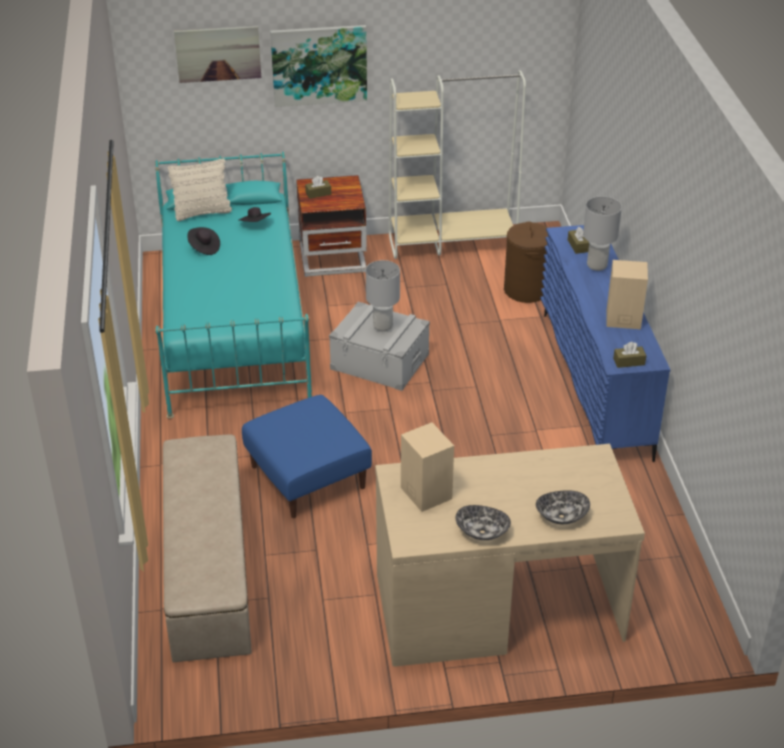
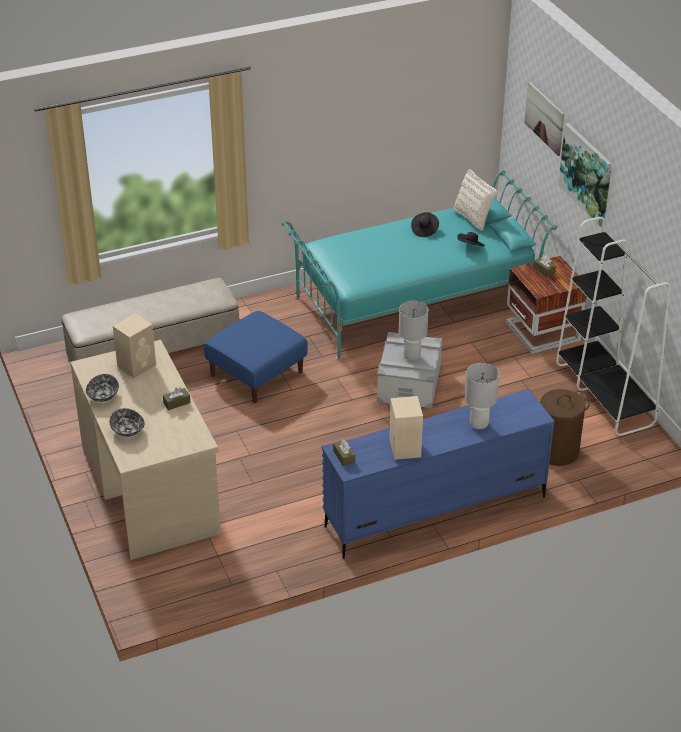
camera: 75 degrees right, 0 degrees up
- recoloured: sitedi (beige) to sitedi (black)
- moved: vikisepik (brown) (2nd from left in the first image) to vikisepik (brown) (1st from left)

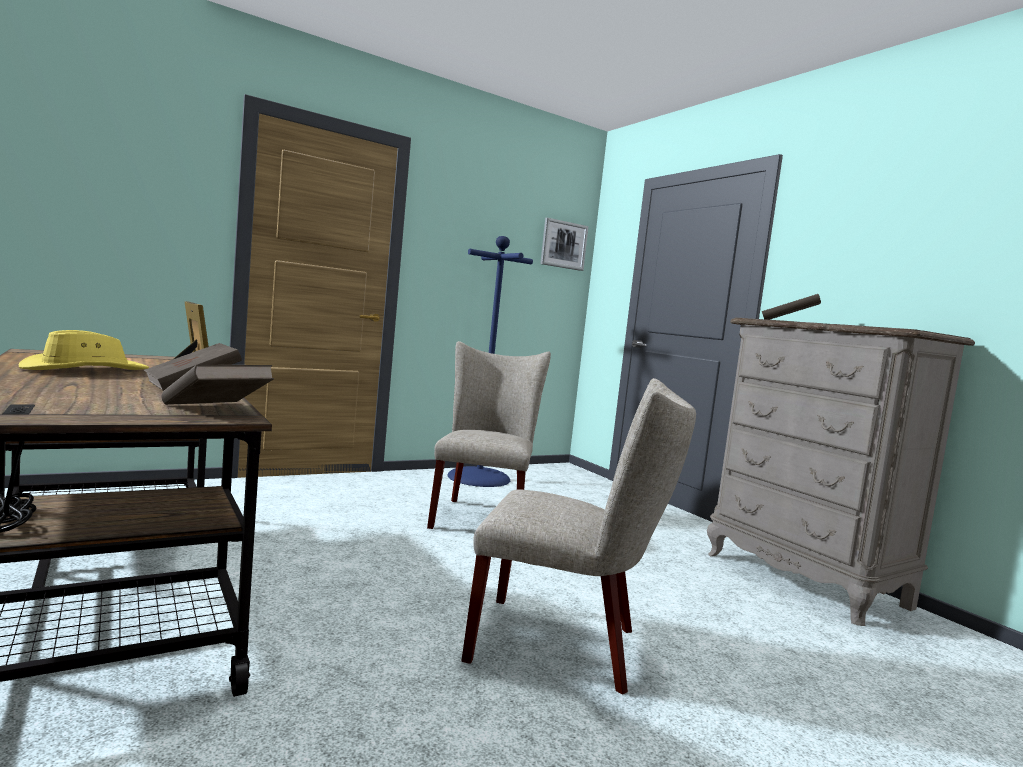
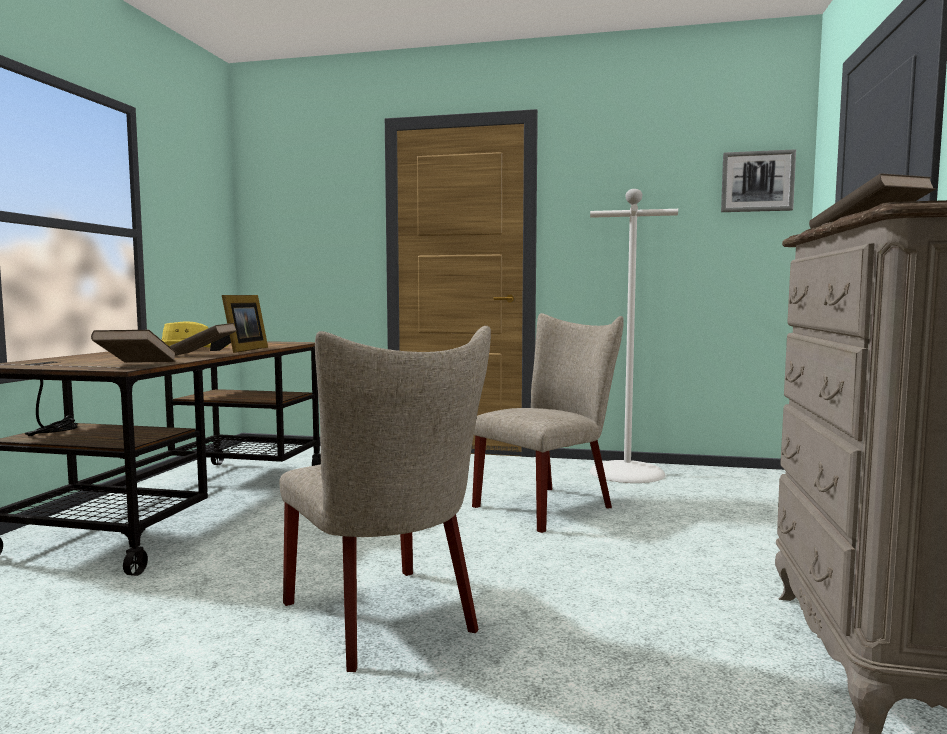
camera: 45 degrees right, 0 degrees up
- recoloured: sitedi (blue) to sitedi (white)

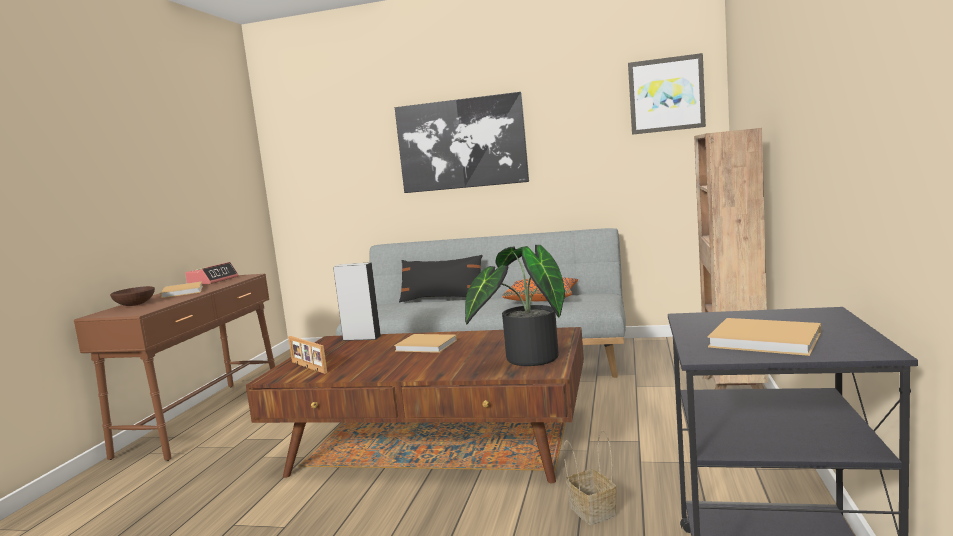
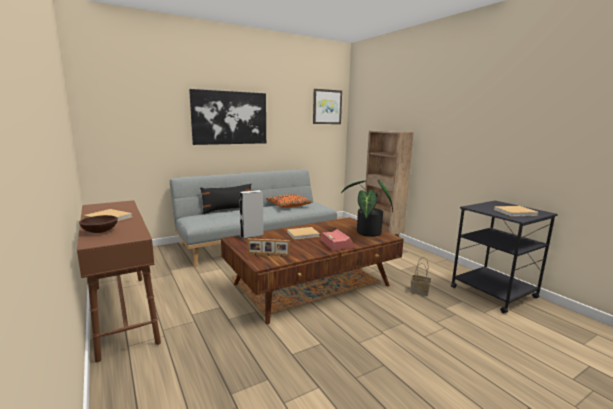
camera: 45 degrees left, 5 degrees up
- moved: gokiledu

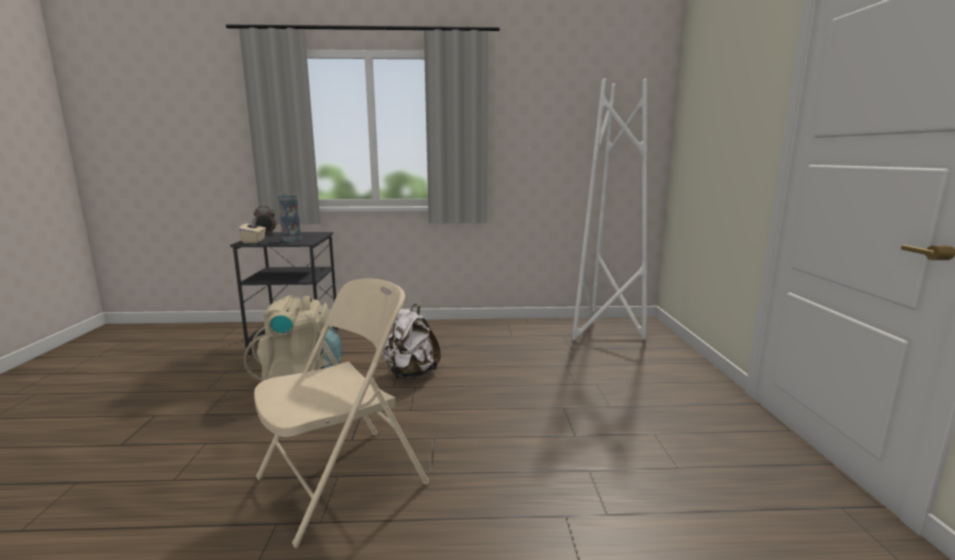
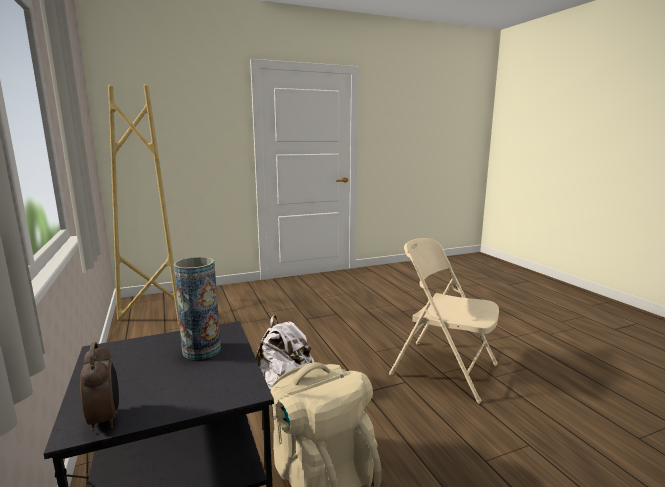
camera: 110 degrees left, 0 degrees up
- recoloured: sitedi (white) to sitedi (yellow)
- removed: vikisepik (beige)

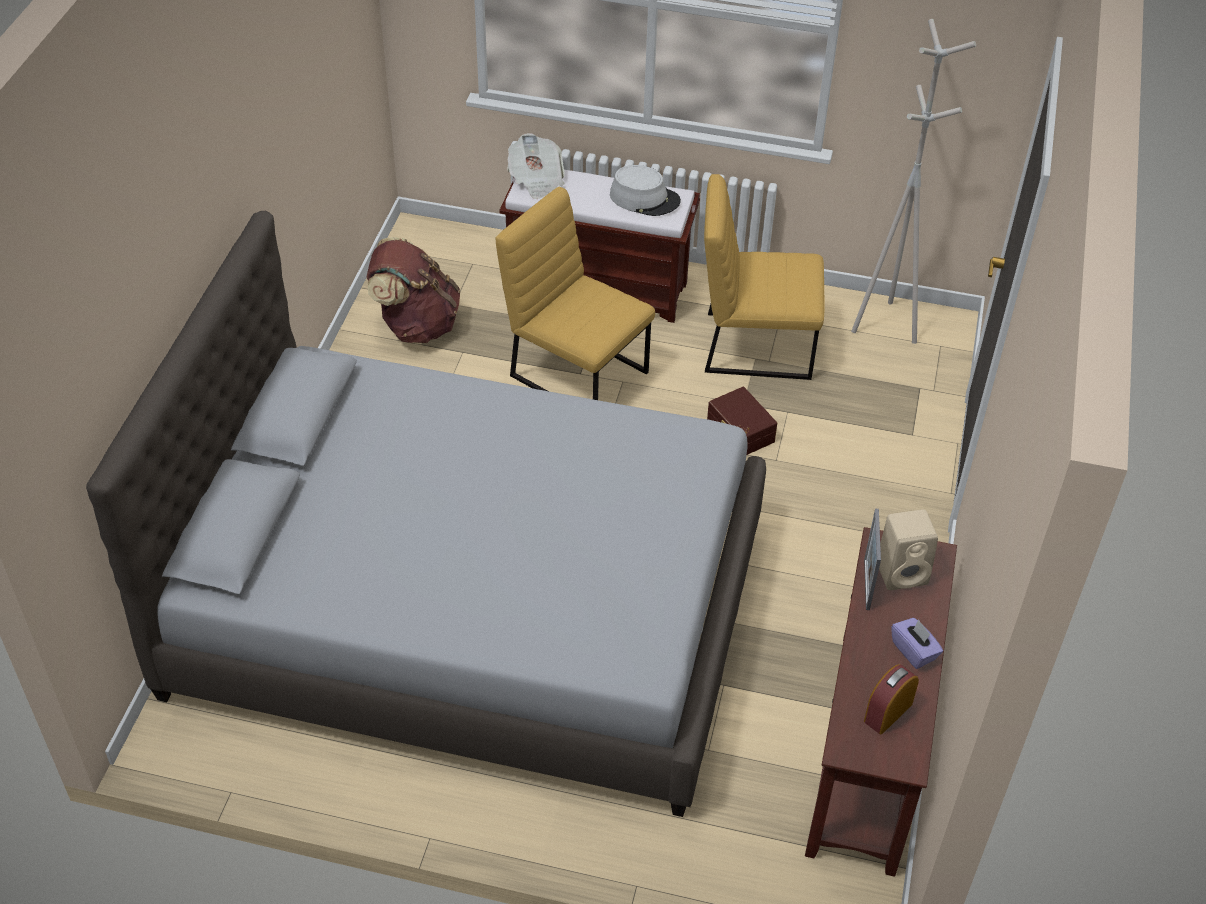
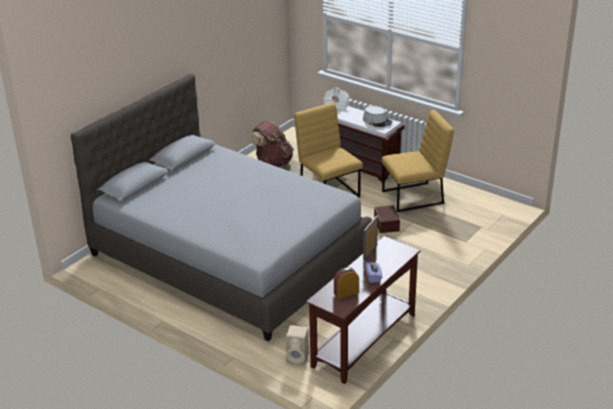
camera: 25 degrees right, 15 degrees down
- removed: sitedi (grey)
- turned: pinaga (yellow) (2nd from left) 135 degrees clockwise
- moved: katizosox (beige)

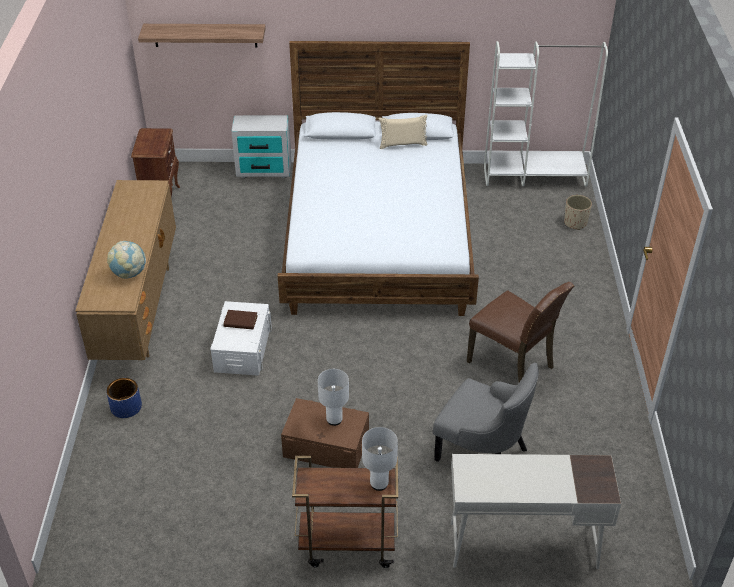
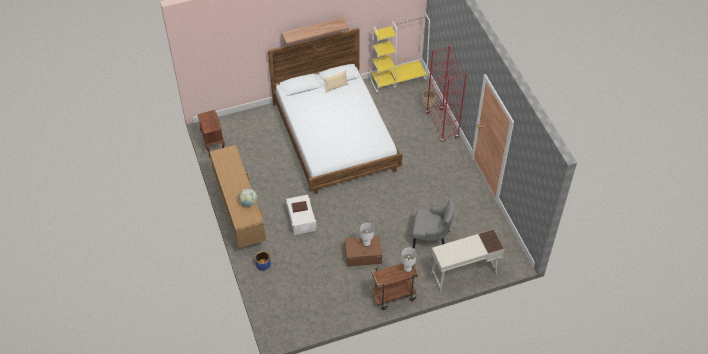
camera: 20 degrees left, 10 degrees up
- moved: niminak
- recoloured: sitedi (white) to sitedi (yellow)
- removed: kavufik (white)
- removed: pinaga (brown)
- added: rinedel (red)

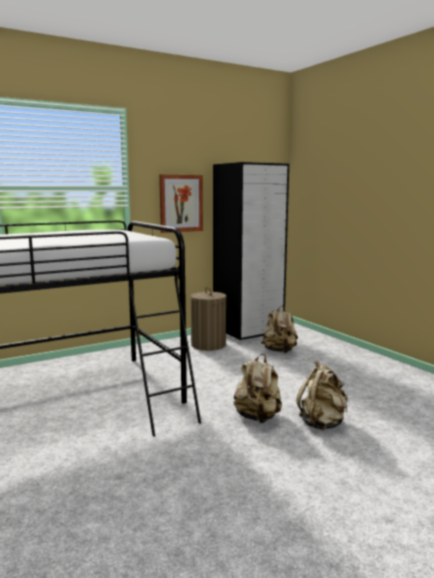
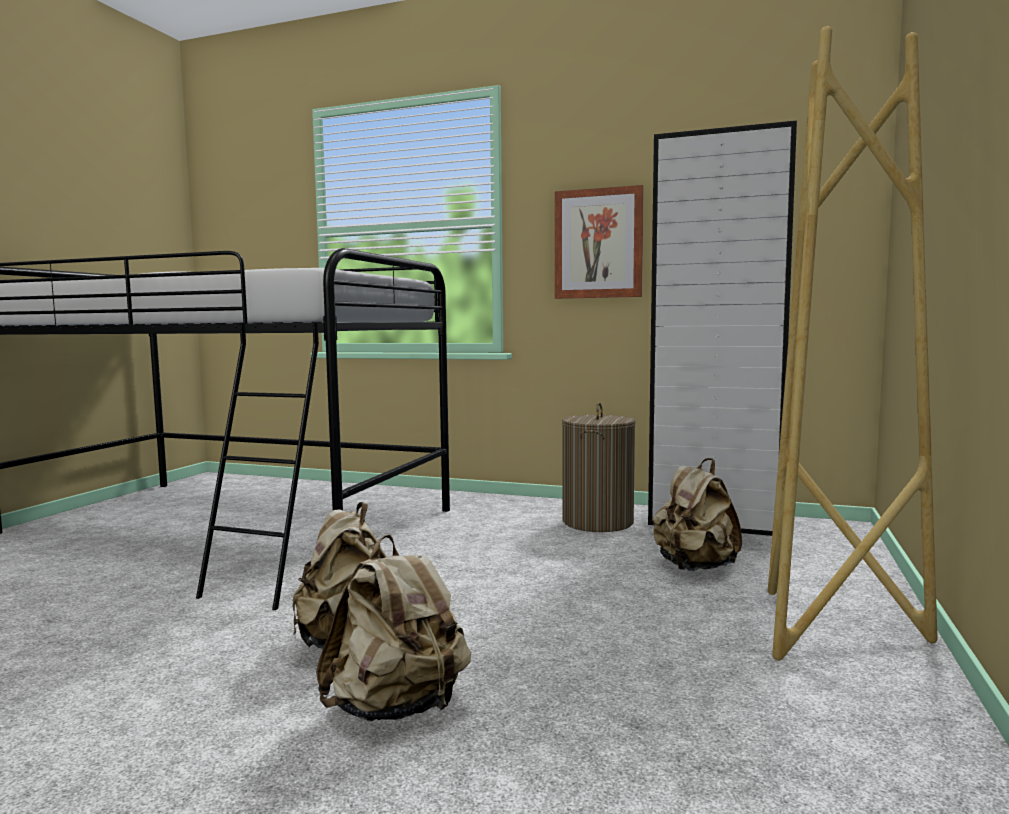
camera: 50 degrees right, 5 degrees down
- added: sitedi (yellow)

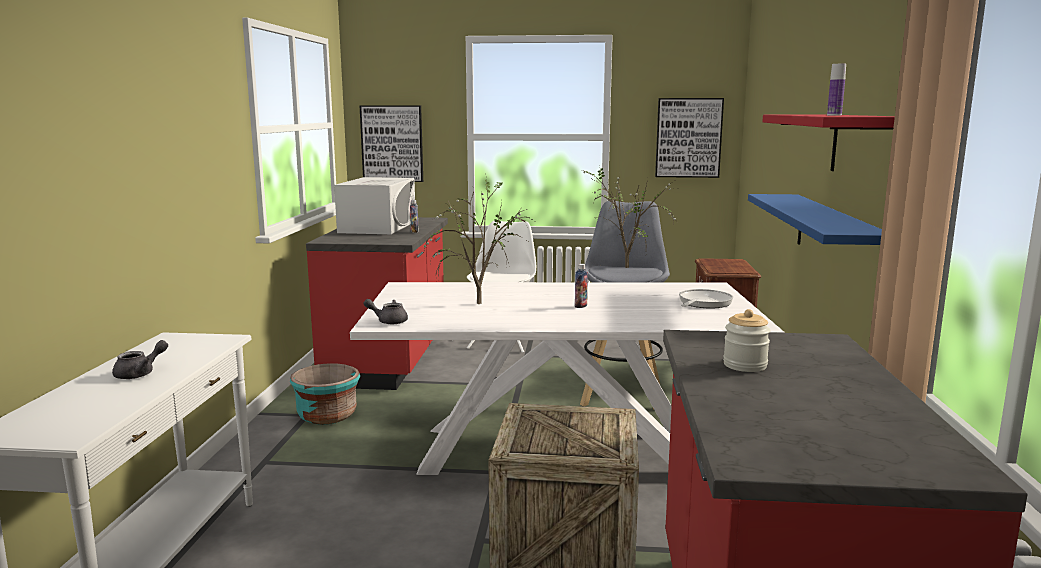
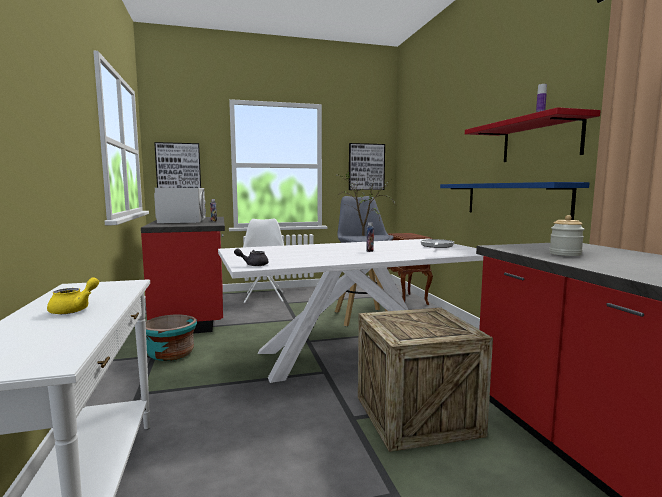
camera: 20 degrees left, 5 degrees down
- removed: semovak (1st from left)
- recoloured: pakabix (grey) (1st from left) to pakabix (yellow)

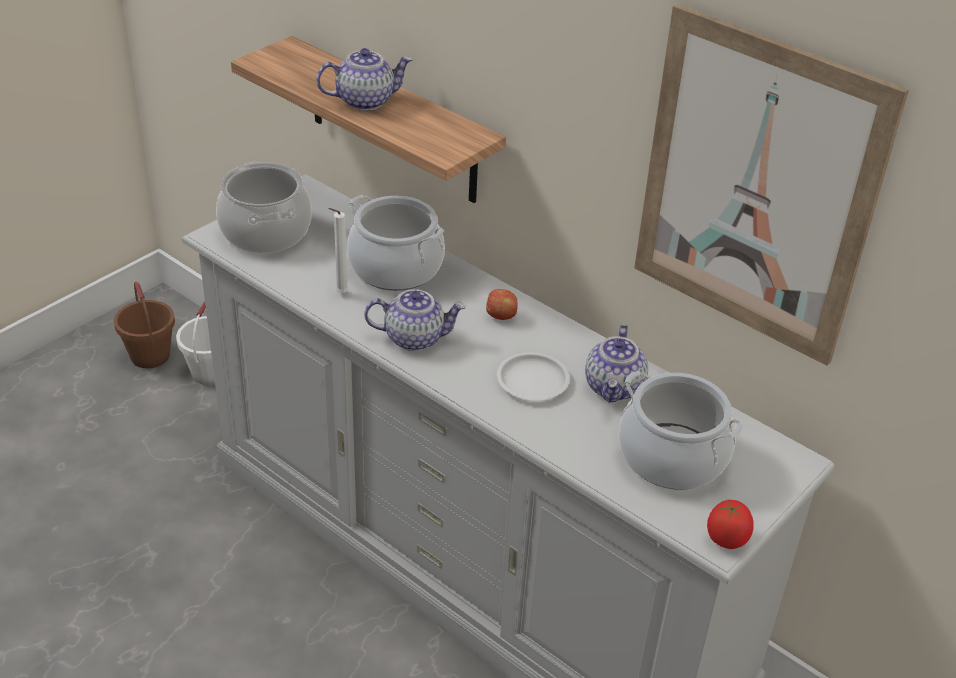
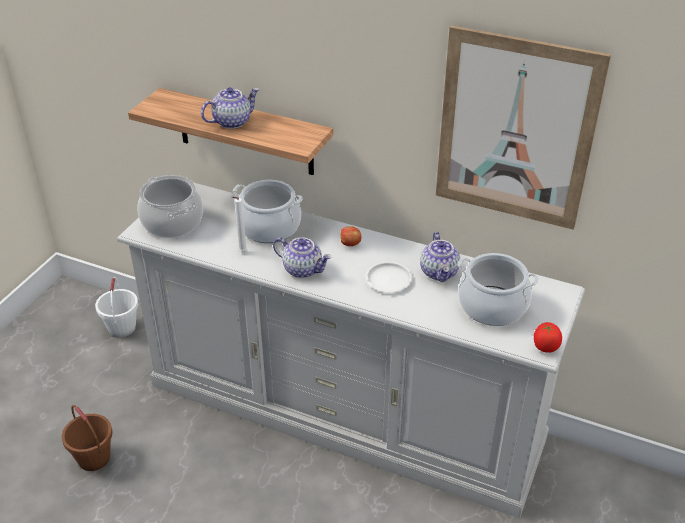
camera: 15 degrees left, 0 degrees up
- moved: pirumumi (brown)
- turned: pakabix (2nd from left) 45 degrees clockwise

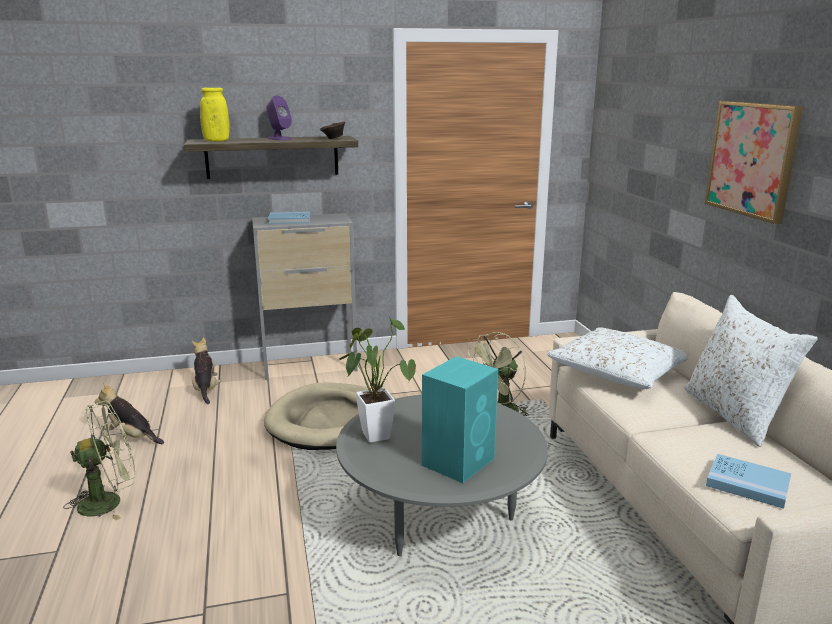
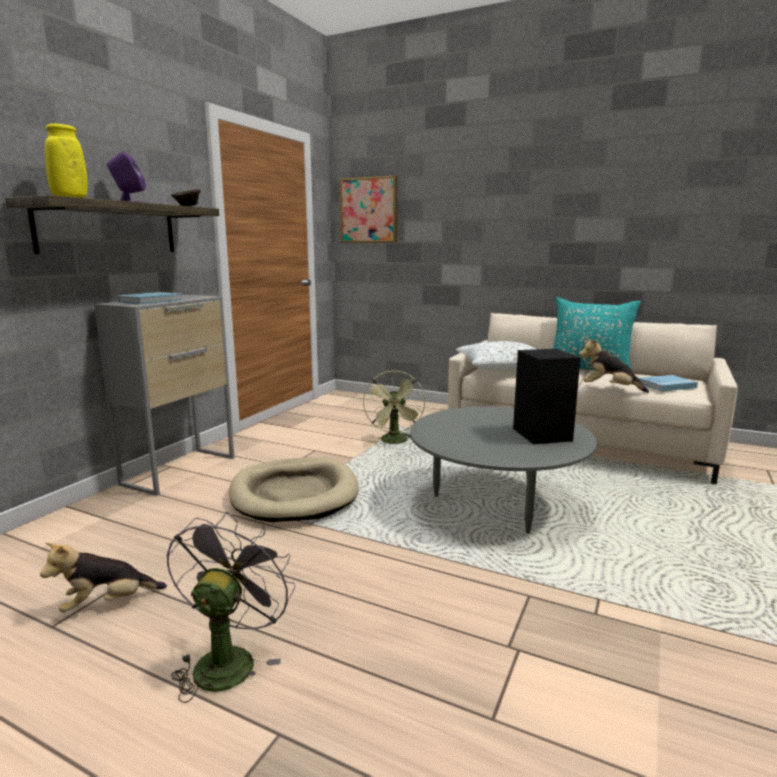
camera: 50 degrees left, 5 degrees down
- moved: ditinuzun
- recoloured: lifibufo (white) (2nd from left) to lifibufo (turquoise)
- removed: semovak
- moved: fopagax (2nd from left)
- recoloured: katizosox (turquoise) to katizosox (black)
- recoloured: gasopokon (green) (1st from left) to gasopokon (grey)

